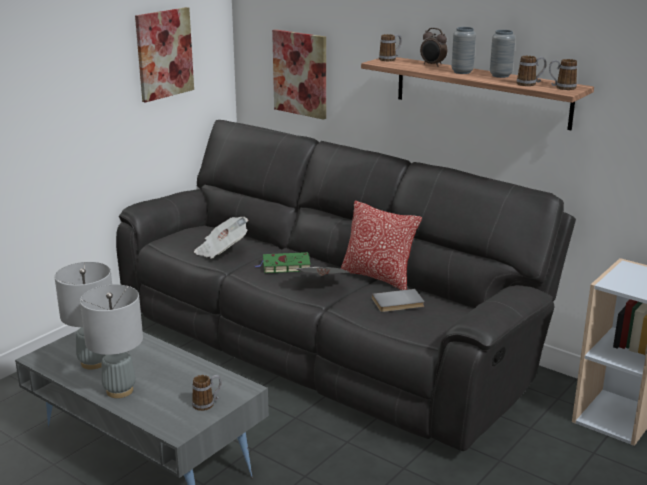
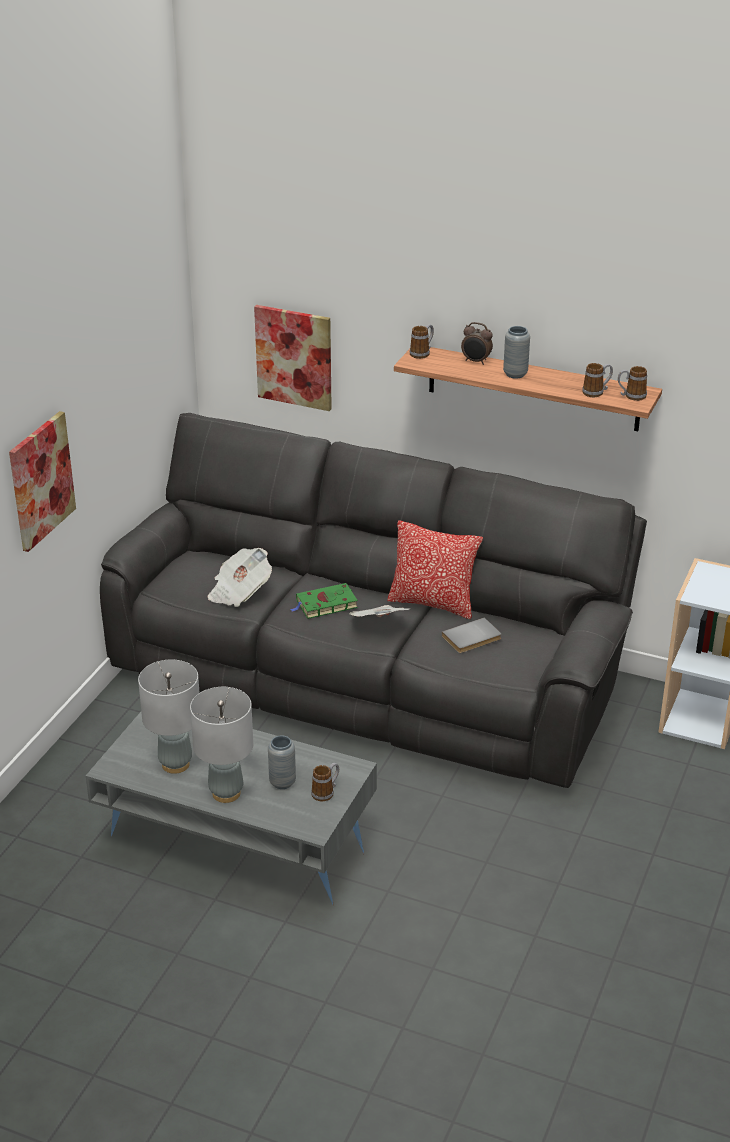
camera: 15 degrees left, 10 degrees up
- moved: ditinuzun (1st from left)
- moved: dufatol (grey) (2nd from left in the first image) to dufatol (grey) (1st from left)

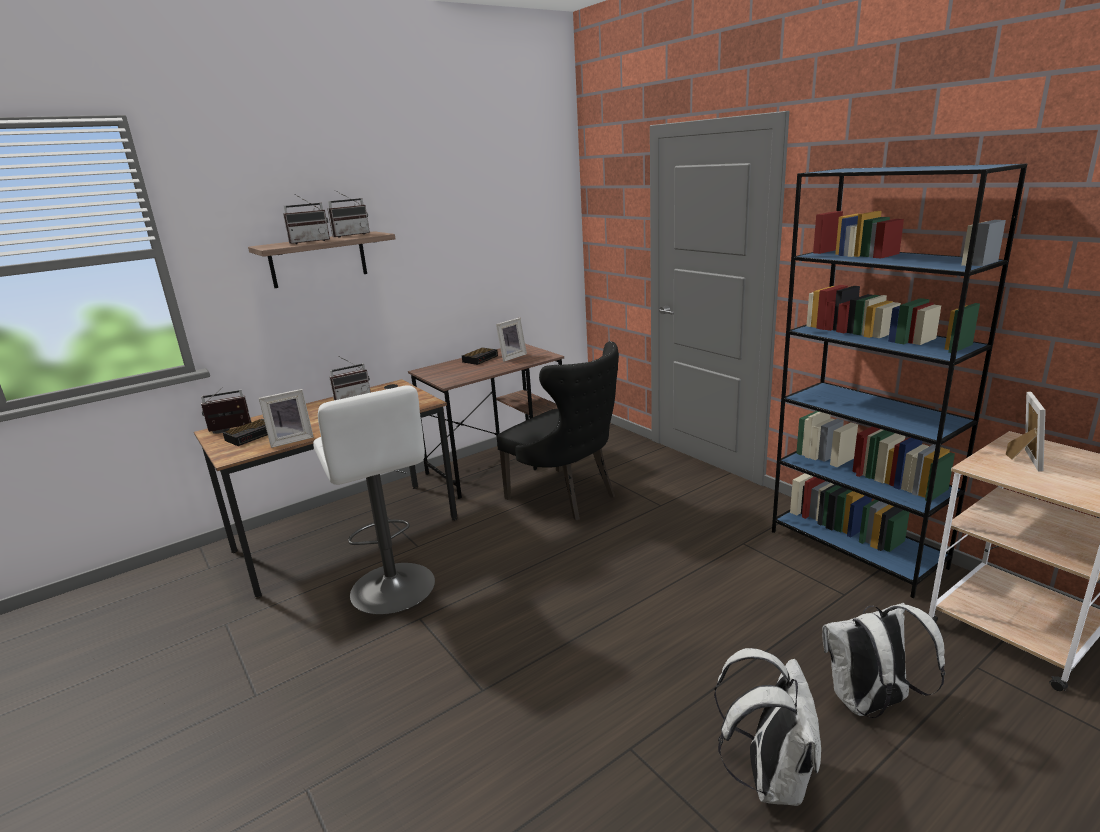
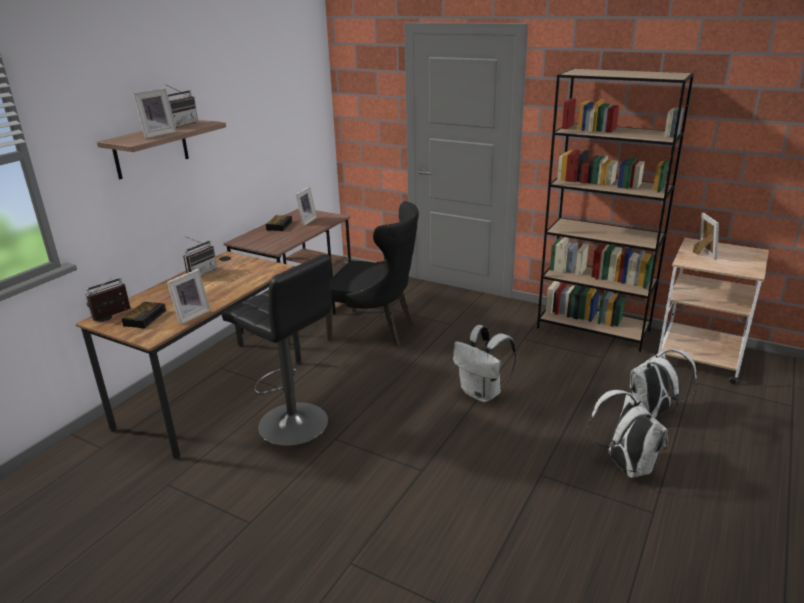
camera: 25 degrees left, 5 degrees up
- recoloured: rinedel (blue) to rinedel (beige)
- replaced: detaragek (2nd from left) to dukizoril (1st from left)
- recoloured: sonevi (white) to sonevi (black)
- added: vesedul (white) (1st from left)

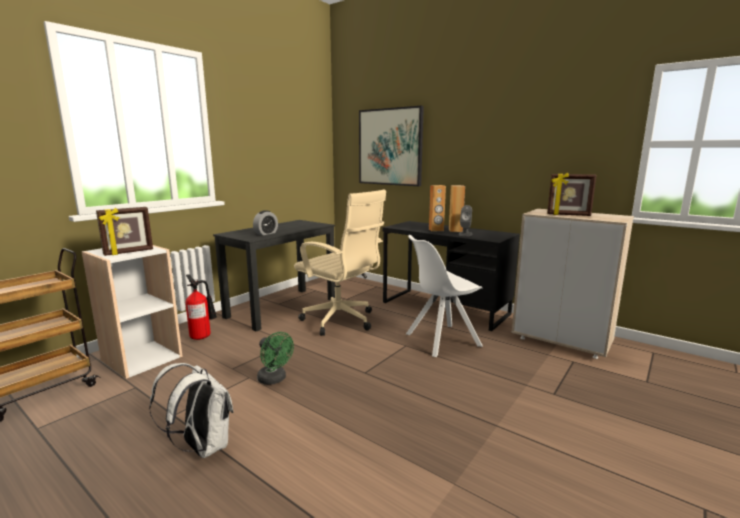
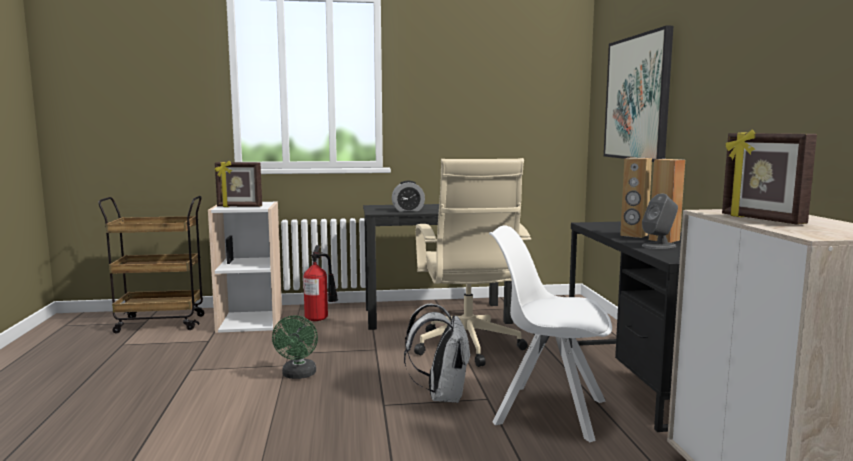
camera: 45 degrees right, 5 degrees down
- moved: vesedul (white)

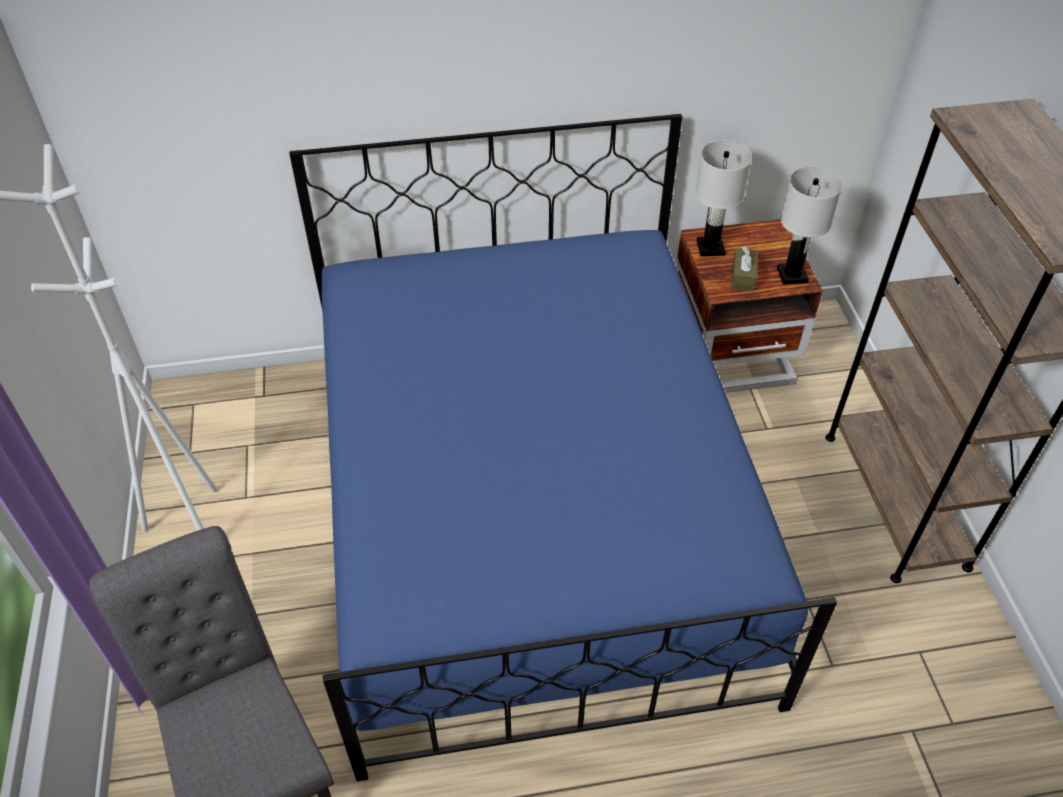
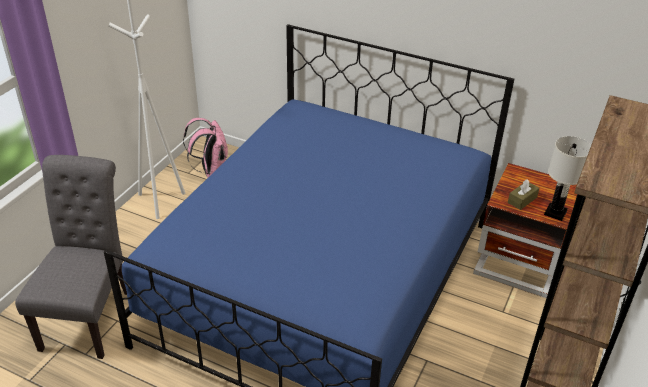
camera: 35 degrees right, 10 degrees down
- removed: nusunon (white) (1st from left)
- added: vesedul (pink)

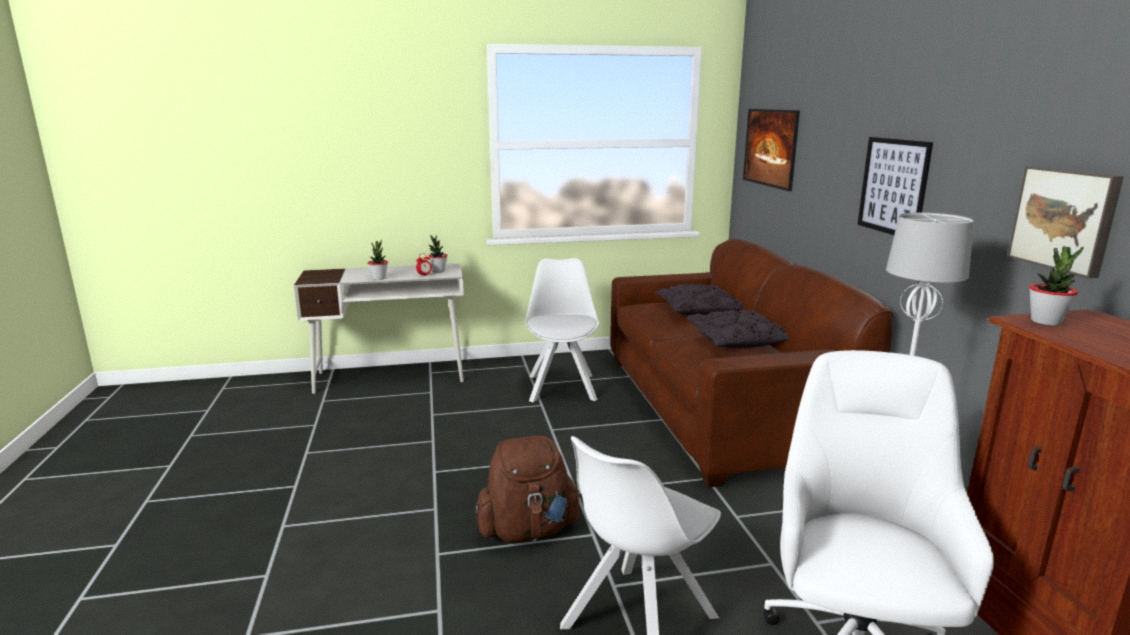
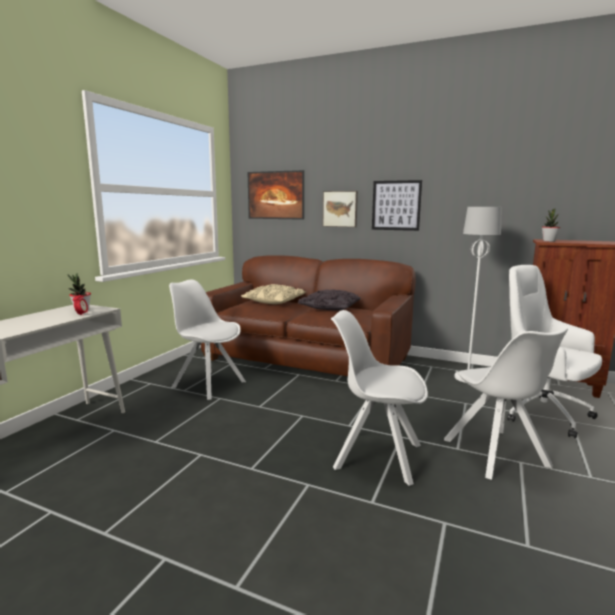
camera: 55 degrees left, 5 degrees down
- moved: ditinuzun (3rd from left in the first image) to ditinuzun (2nd from left)
- removed: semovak (1st from left)
- recoloured: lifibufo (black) (1st from left) to lifibufo (beige)
- replaced: vesedul (brown) to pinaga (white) (2nd from left)

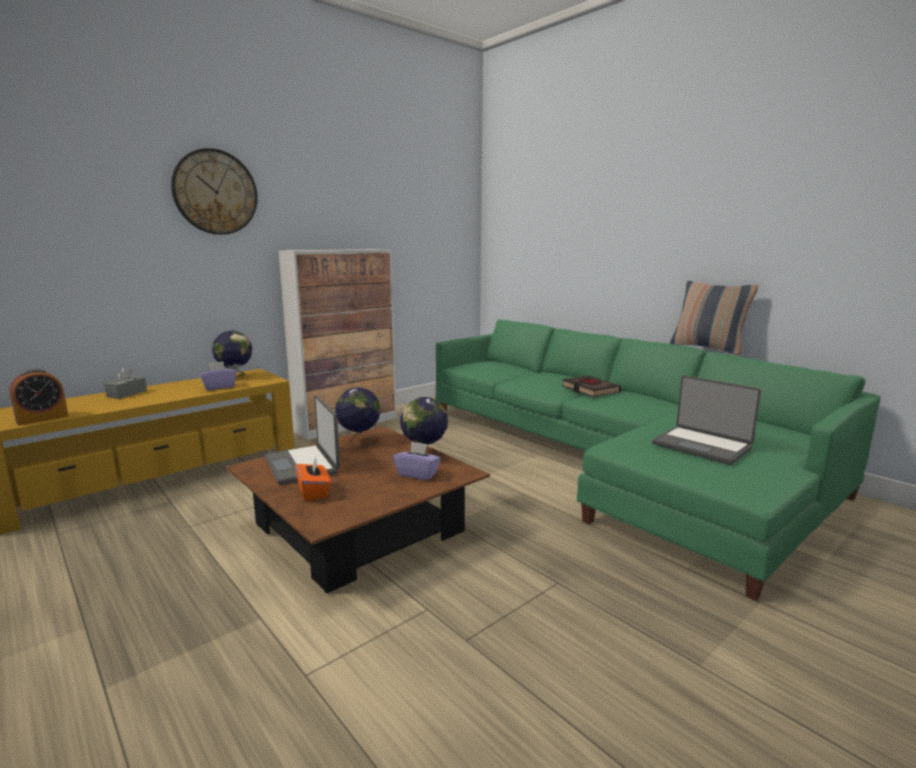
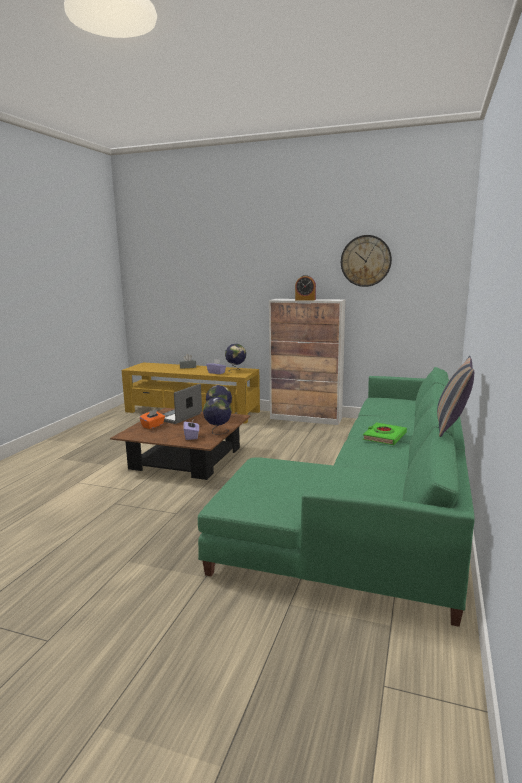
camera: 60 degrees right, 0 degrees up
- moved: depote
- moved: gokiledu
- removed: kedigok (2nd from left)
- recoloured: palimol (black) to palimol (green)

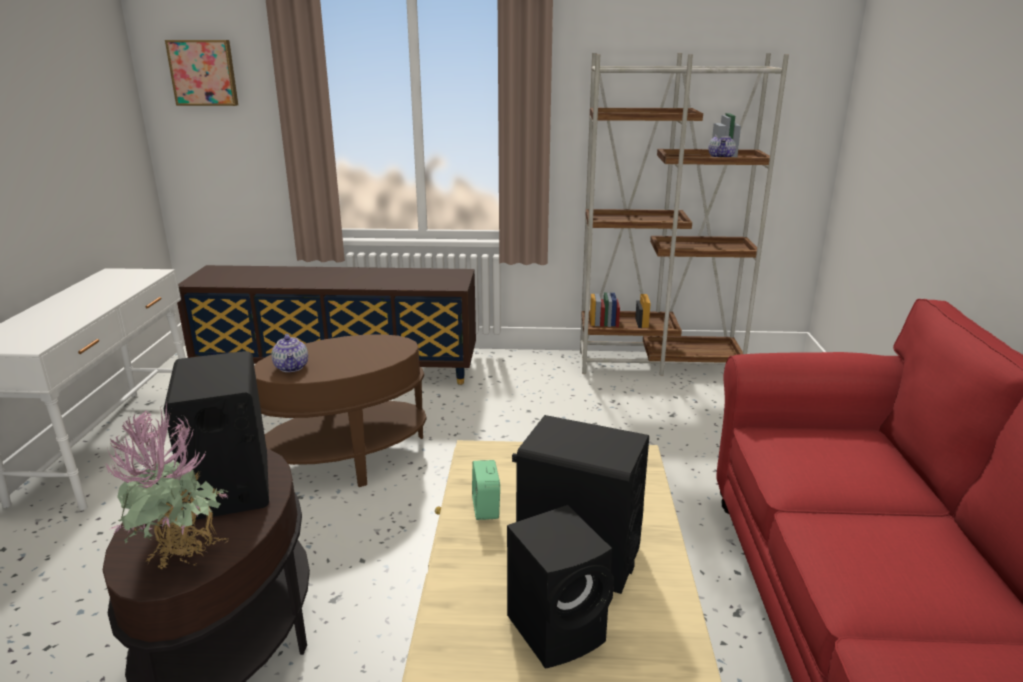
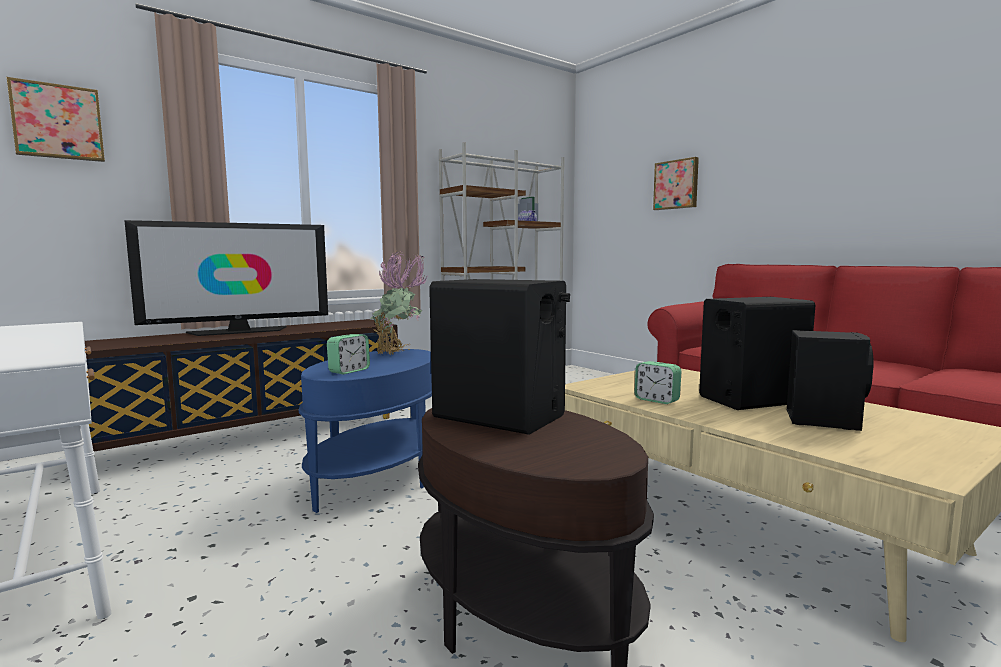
camera: 40 degrees left, 15 degrees down
- recoloured: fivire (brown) (2nd from left) to fivire (blue)
- replaced: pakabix (1st from left) to gokiledu (1st from left)
- moved: semovak
- added: ditinuzun (2nd from left)
- added: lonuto

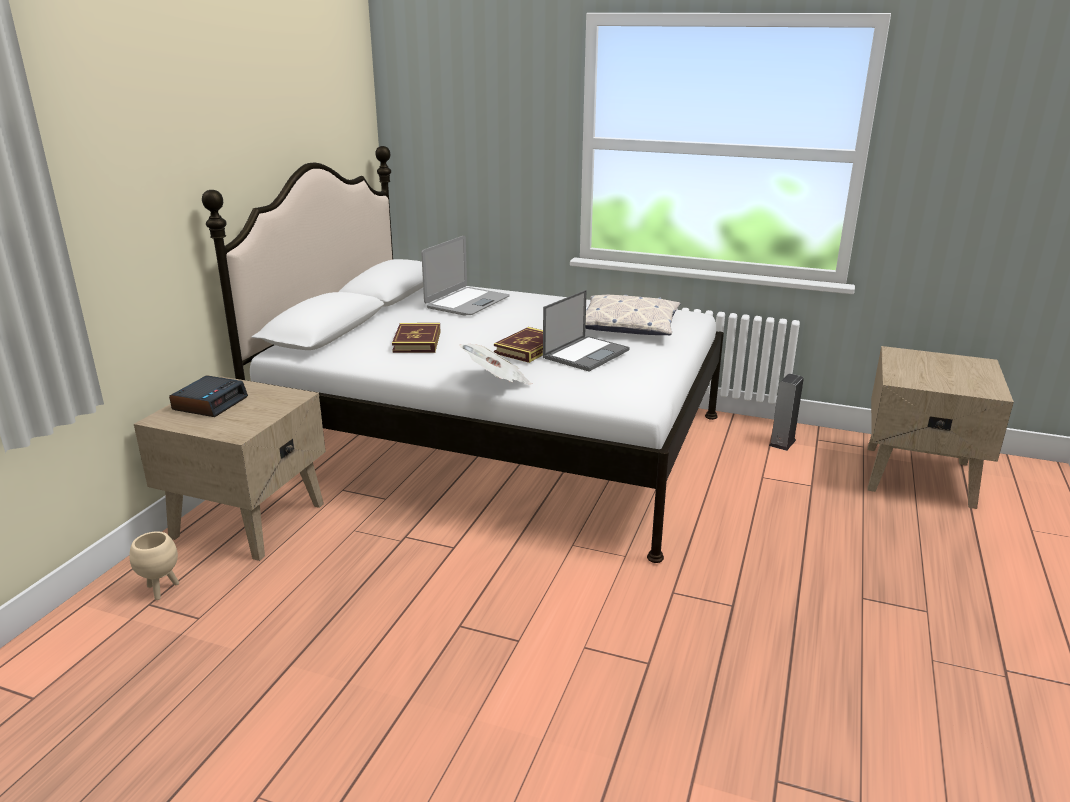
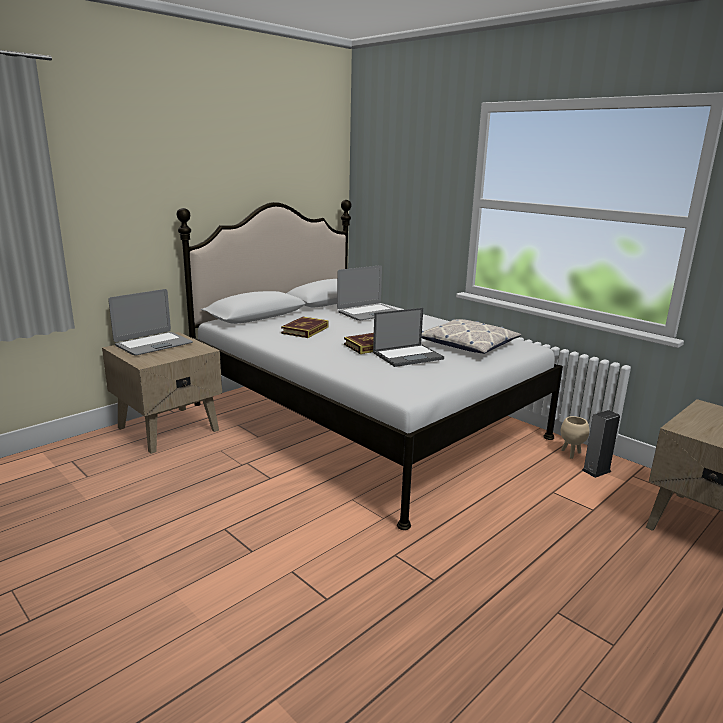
camera: 25 degrees right, 5 degrees down
- removed: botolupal
- replaced: gokiledu to kedigok (1st from left)
- moved: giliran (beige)

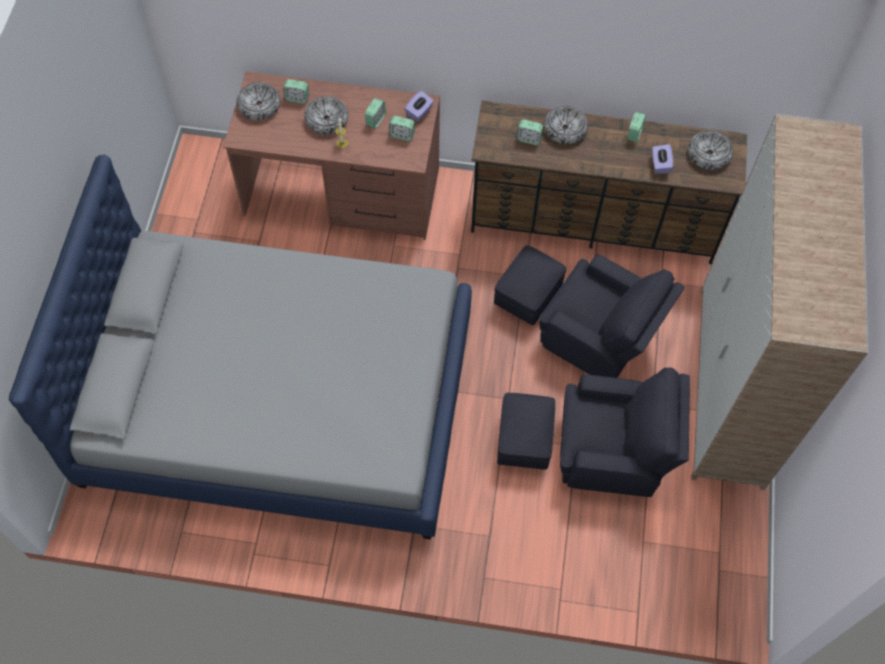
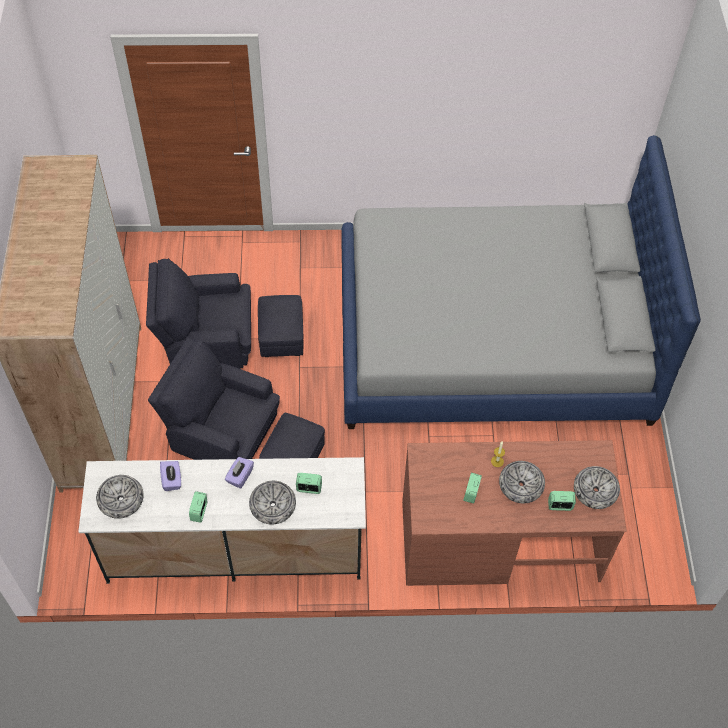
camera: 170 degrees right, 5 degrees down
- moved: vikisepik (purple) (1st from left in the first image) to vikisepik (purple) (2nd from left)
- recoloured: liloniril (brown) to liloniril (white)
- removed: gokiledu (3rd from left)

